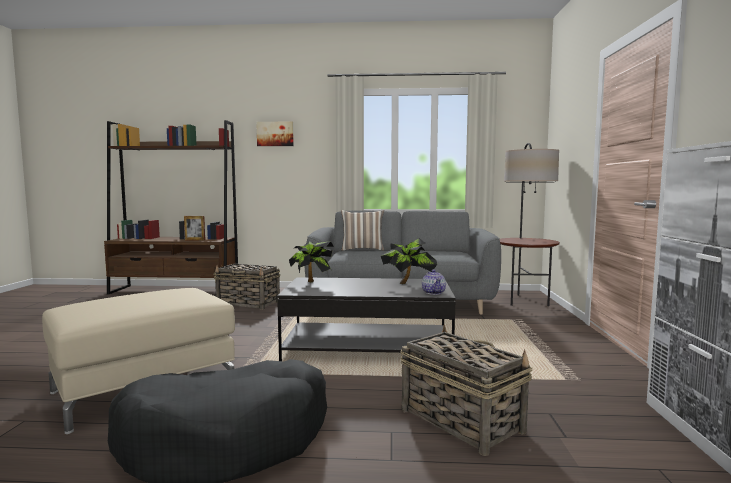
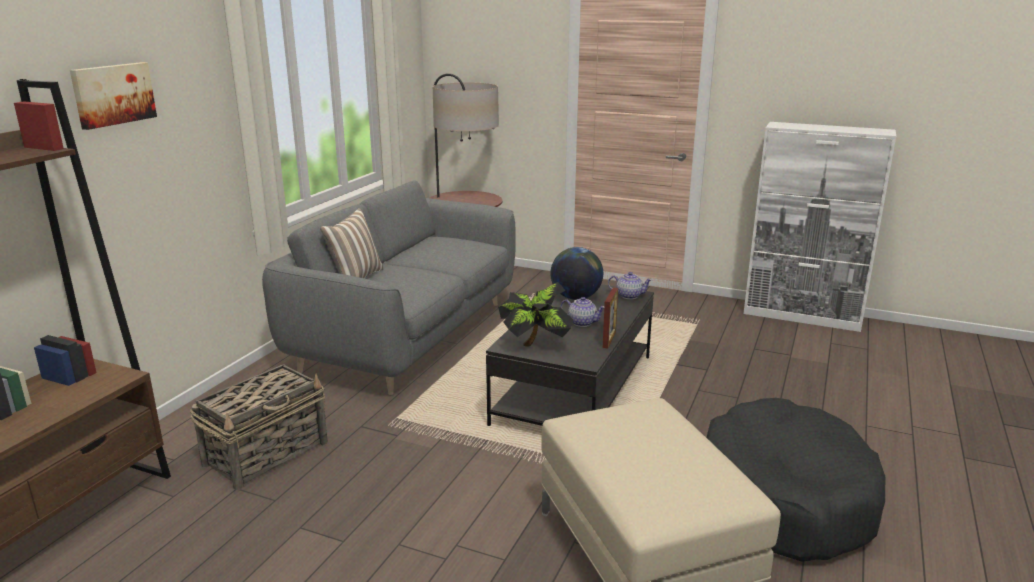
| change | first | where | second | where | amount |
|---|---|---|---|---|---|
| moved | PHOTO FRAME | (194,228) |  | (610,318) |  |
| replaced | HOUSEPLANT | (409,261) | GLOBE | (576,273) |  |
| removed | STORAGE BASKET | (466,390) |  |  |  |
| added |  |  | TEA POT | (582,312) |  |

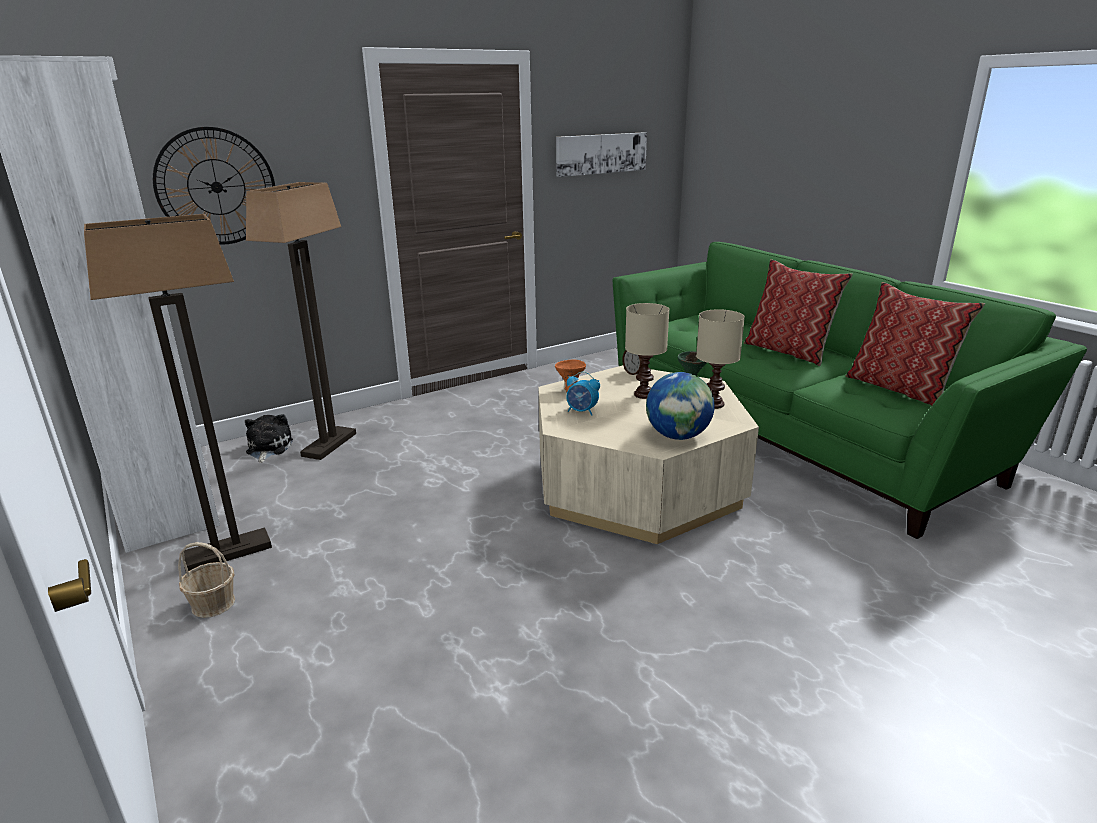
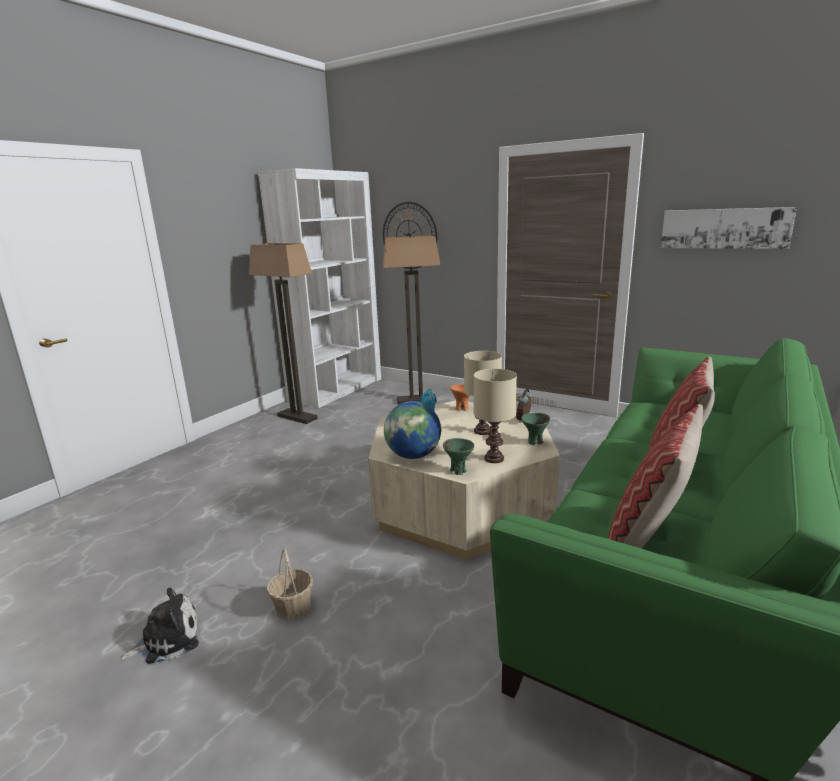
| change | first | where | second | where | amount |
|---|---|---|---|---|---|
| moved | PLUSH TOY | (269,438) |  | (159,626) |  |
| moved | STORAGE BASKET | (206,580) |  | (290,584) |  |
| added |  |  | GREENISH BOWL | (458,456) |  |

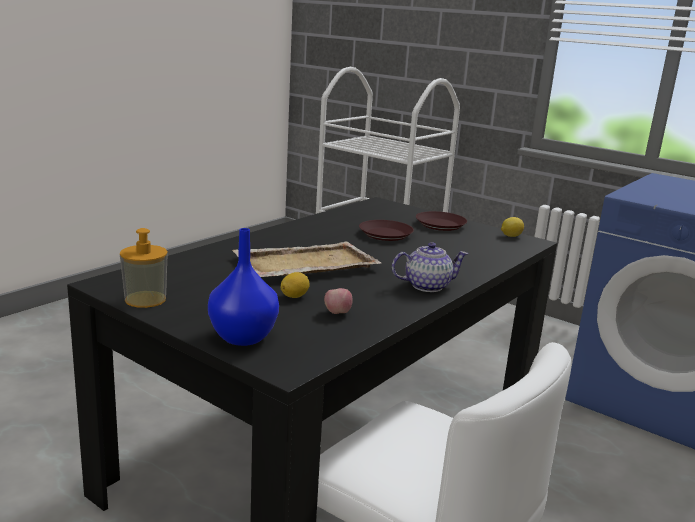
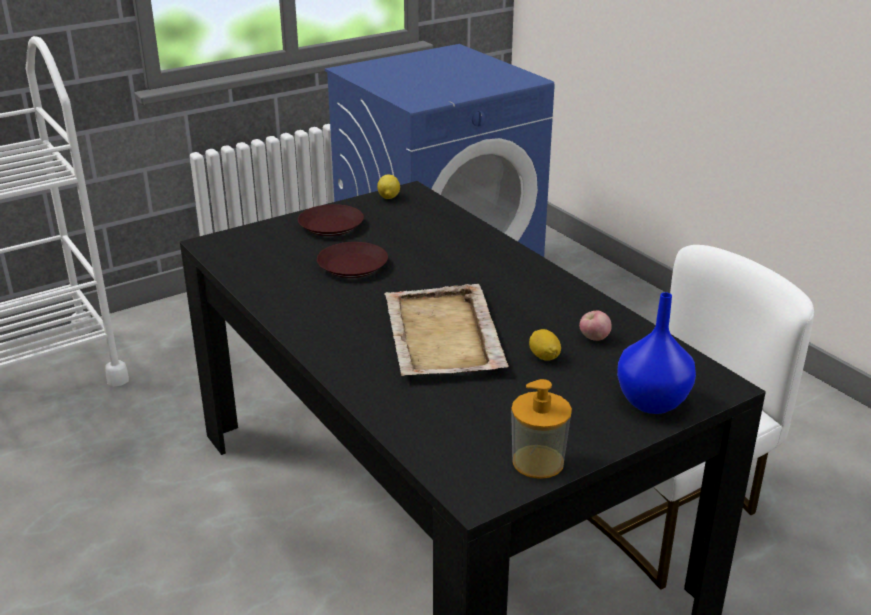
| change | first | where | second | where | amount |
|---|---|---|---|---|---|
| removed | TEA POT | (430,267) |  |  |  |

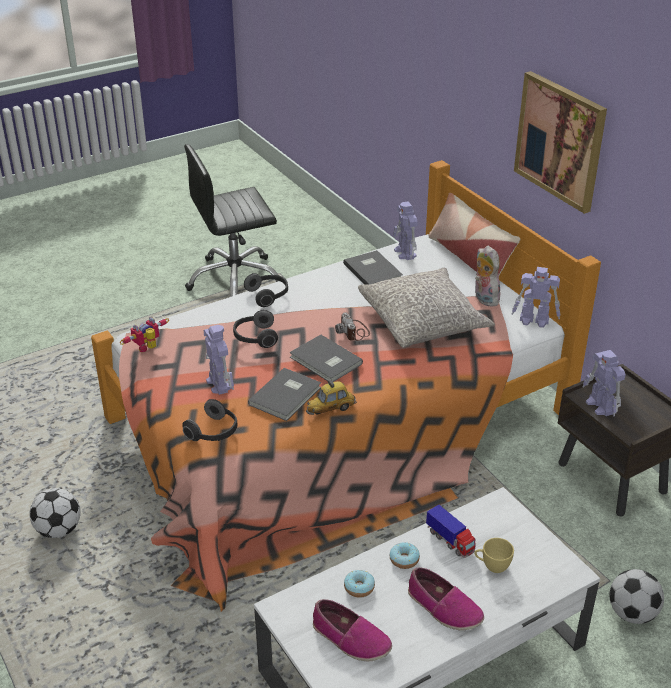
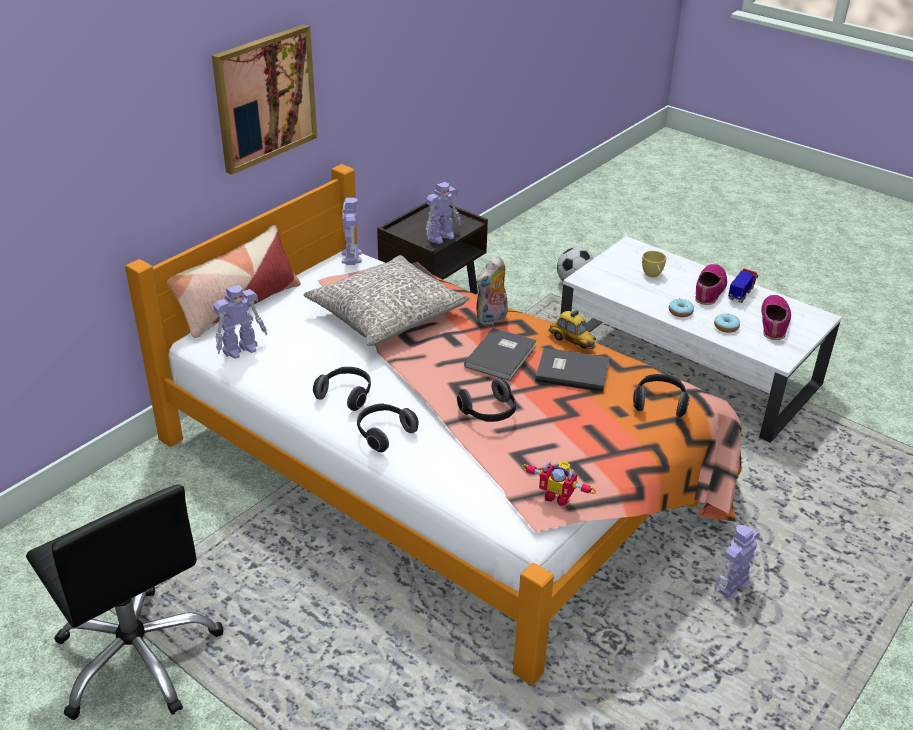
| change | first | where | second | where | amount |
|---|---|---|---|---|---|
| moved | PLUSH TOY | (487,276) |  | (492,291) |  |
| removed | GREY VOLUME | (373,267) |  |  |  |
| removed | PHOTO CAMERA | (352,326) |  |  |  |
| moved | ROBOT FIGURE | (219,360) |  | (737,562) |  |
| removed | FOOTBALL BALL | (55,513) |  |  |  |
| moved | TOY TRUCK | (451,531) |  | (743,286) |  |
| added |  |  | HEADPHONES | (342,389) |  |

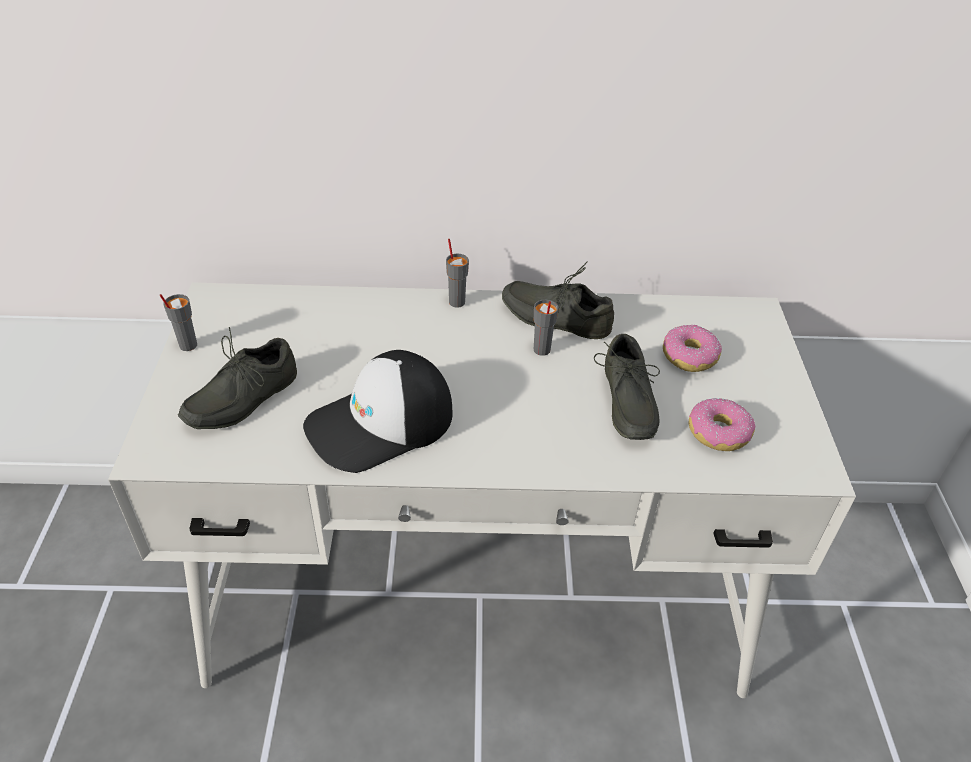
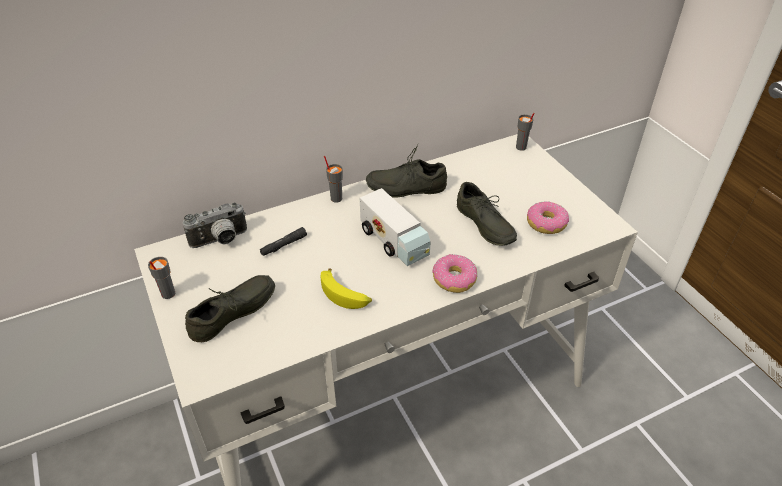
| change | first | where | second | where | amount |
|---|---|---|---|---|---|
| moved | GREY CUP | (546,328) |  | (525,132) |  |
| moved | RING DOUGHNUT | (692,348) |  | (455,273) |  |
| turned | GREY ITEM OF FOOTWEAR | (237,378) |  | (230,308) | 150 degrees counterclockwise |
| replaced | BASEBALL CAP | (378,411) | BANANA | (346,288) |  |
| added |  |  | TOY TRUCK | (395,227) |  |
| added |  |  | PHOTO CAMERA | (215,225) |  |
| added |  |  | BLACKISH HAND TORCH | (283,241) |  |

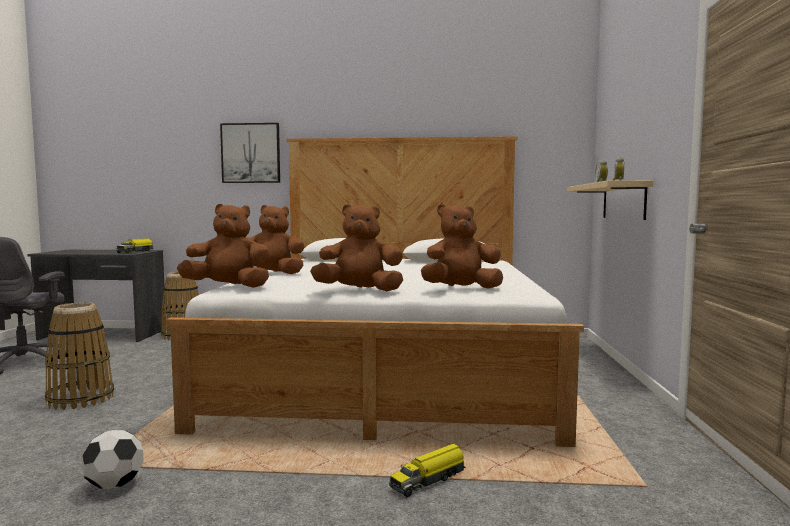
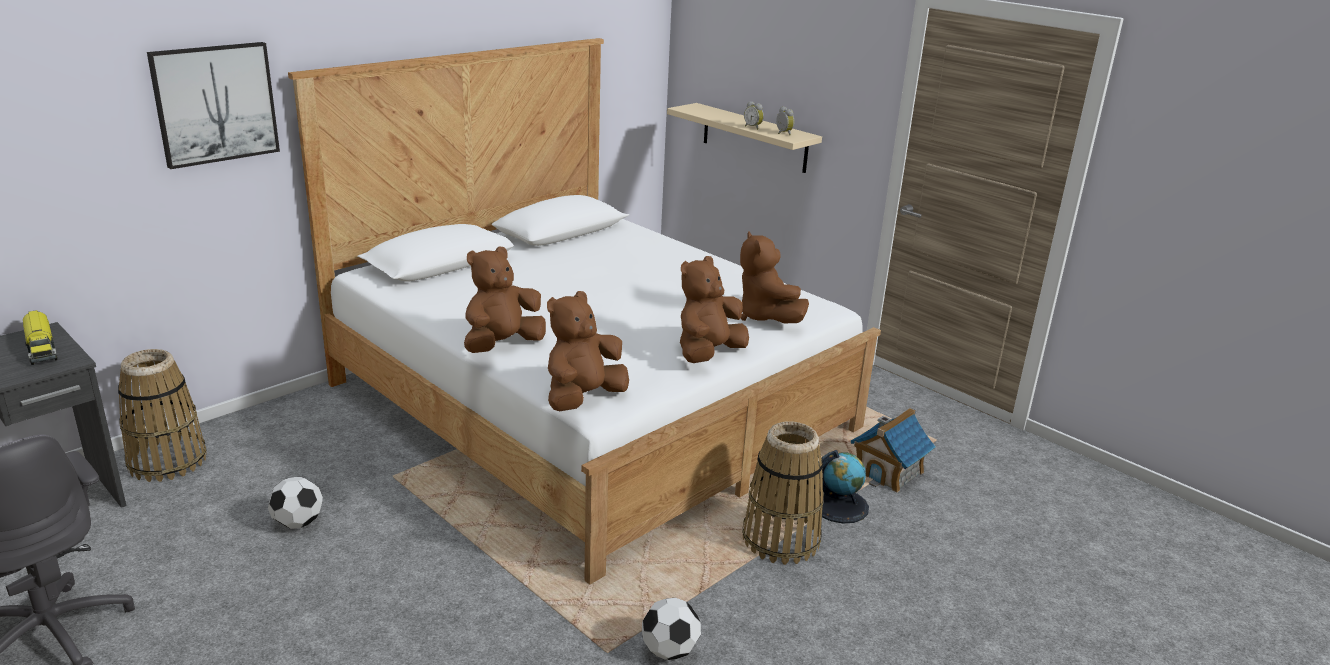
| change | first | where | second | where | amount |
|---|---|---|---|---|---|
| turned | BROWNISH PLUSH TOY | (462,246) |  | (774,277) | 45 degrees counterclockwise |
| moved | STORAGE BASKET | (79,356) |  | (783,493) |  |
| replaced | TOY TRUCK | (427,470) | GLOBE | (843,486) |  |
| added |  |  | MODEL HOUSE | (893,450) |  |
| added |  |  | FOOTBALL BALL | (295,503) |  |

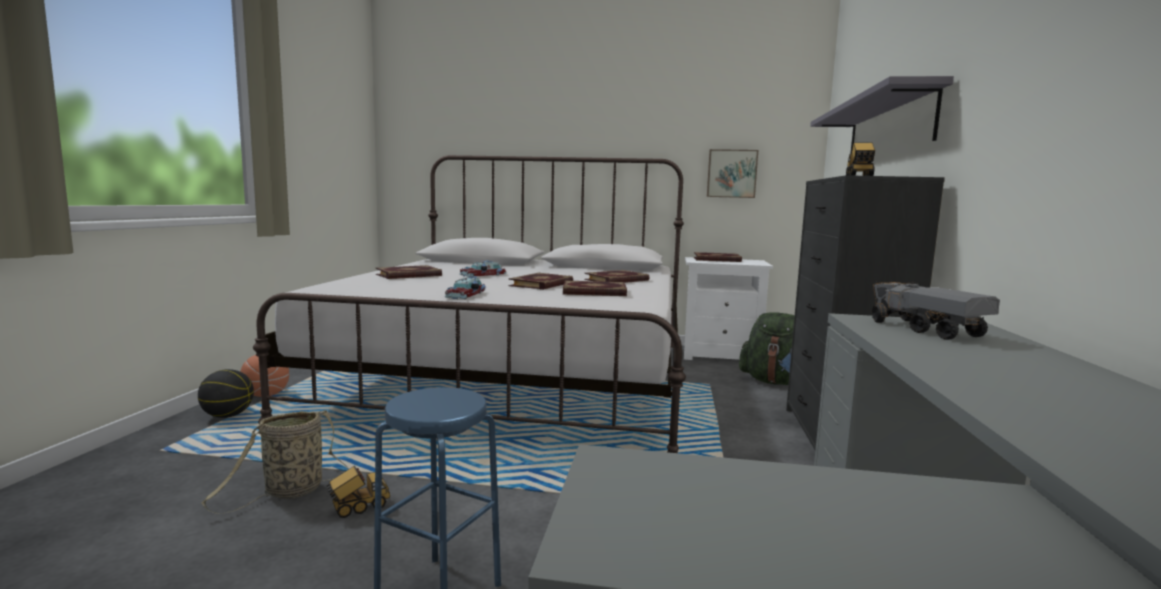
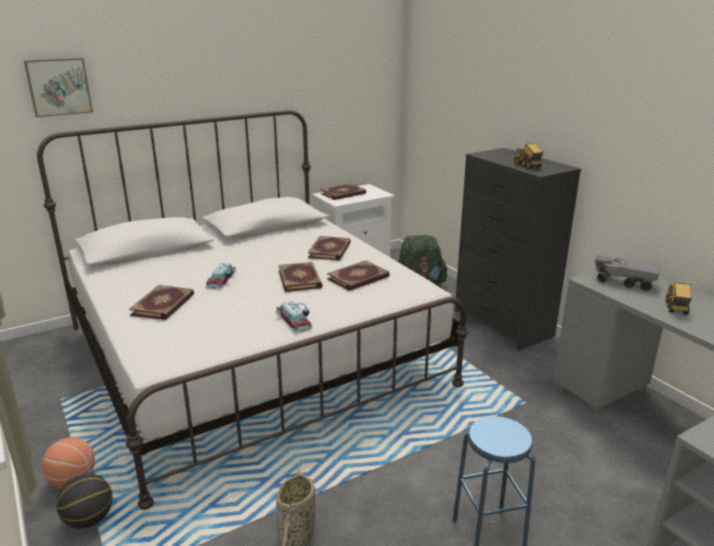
| change | first | where | second | where | amount |
|---|---|---|---|---|---|
| removed | GREY BRACKET SHELF | (882,114) |  |  |  |
| moved | WALL PICTURE | (732,173) |  | (58,87) |  |
| moved | TOY TRUCK | (358,492) |  | (679,298) |  |

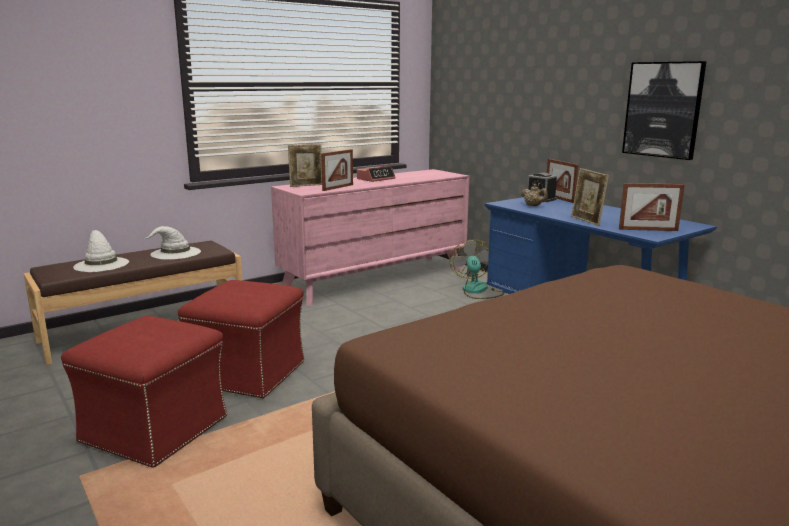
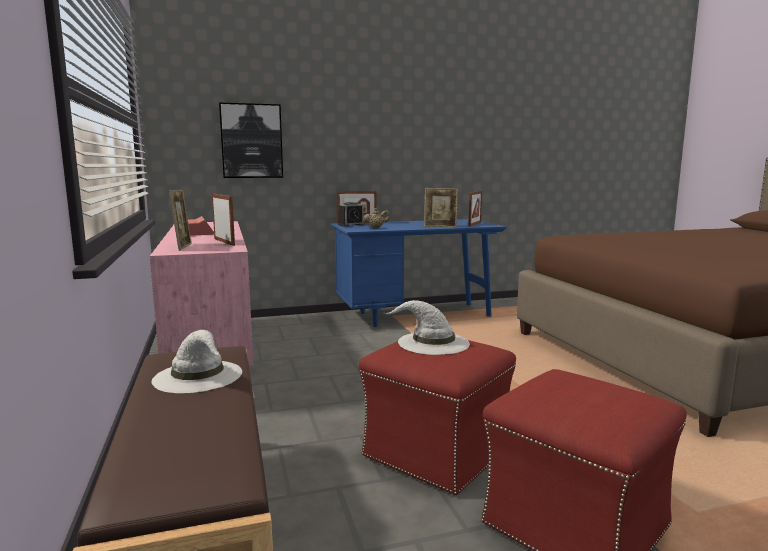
| change | first | where | second | where | amount |
|---|---|---|---|---|---|
| moved | WALL PICTURE | (664,110) |  | (251,140) |  |
| moved | WHITE HAT | (101,251) |  | (427,327) |  |
| removed | ELECTRIC FAN | (477,269) |  |  |  |

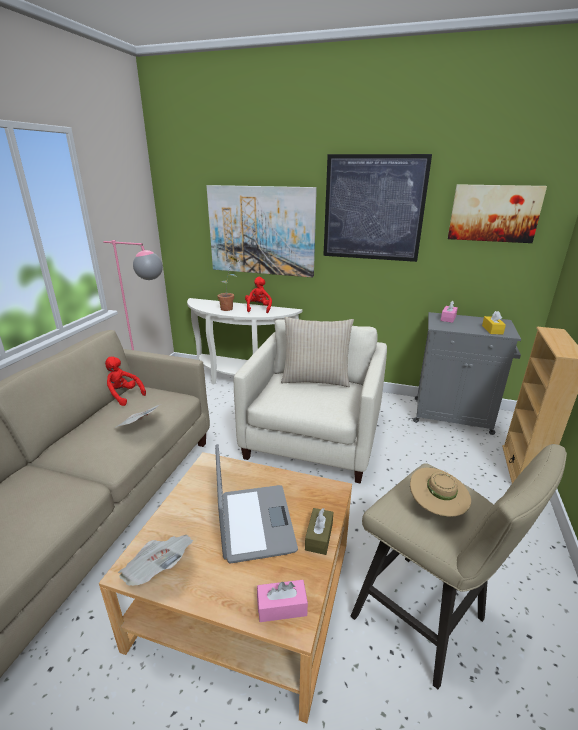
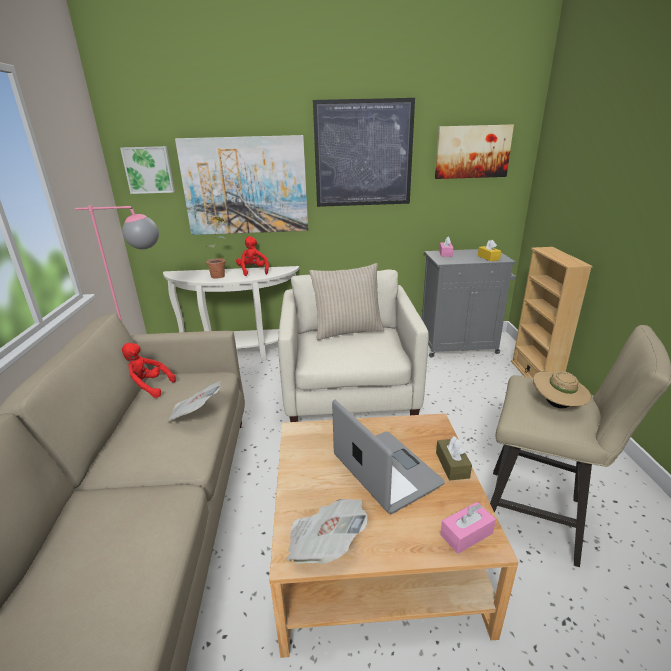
| change | first | where | second | where | amount |
|---|---|---|---|---|---|
| added |  |  | WALL PICTURE | (147,170) |  |

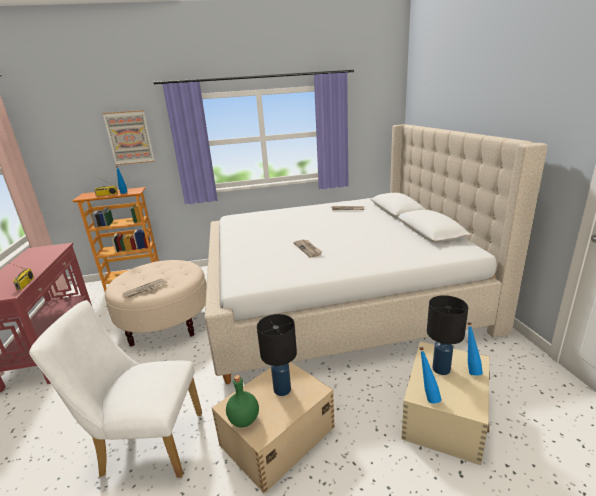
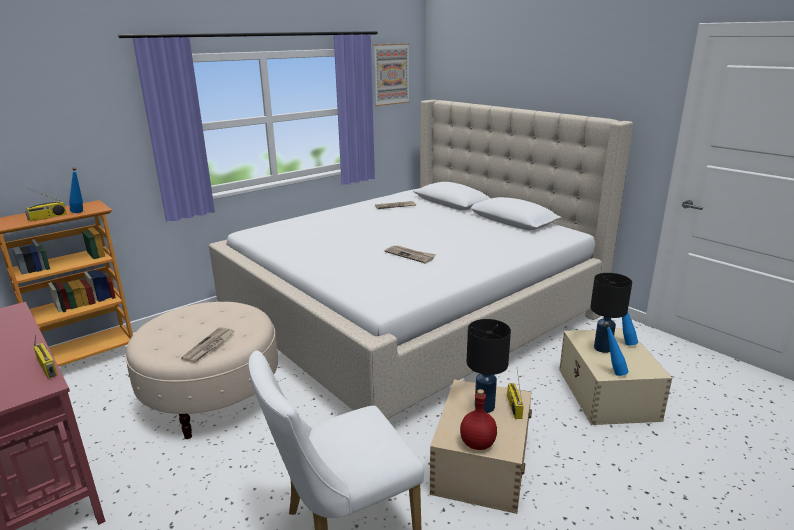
| change | first | where | second | where | amount |
|---|---|---|---|---|---|
| moved | WALL PICTURE | (128,137) |  | (392,74) |  |
| recoloured | GREENISH BEVERAGE BOTTLE | (242,401) | RED BEVERAGE BOTTLE | (478,419) |  |
| added |  |  | RADIO SET | (515,394) |  |

